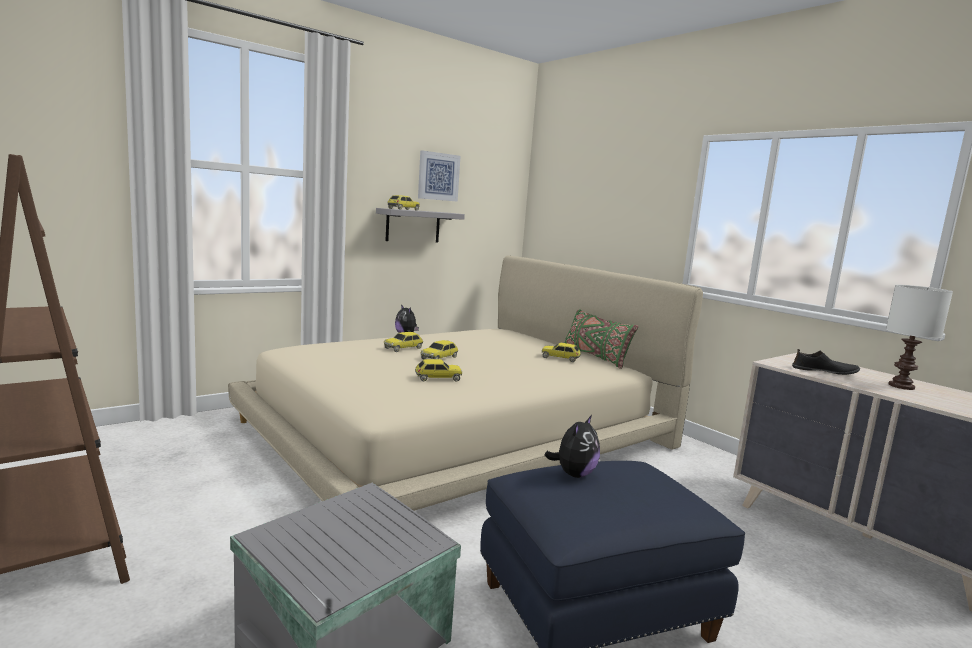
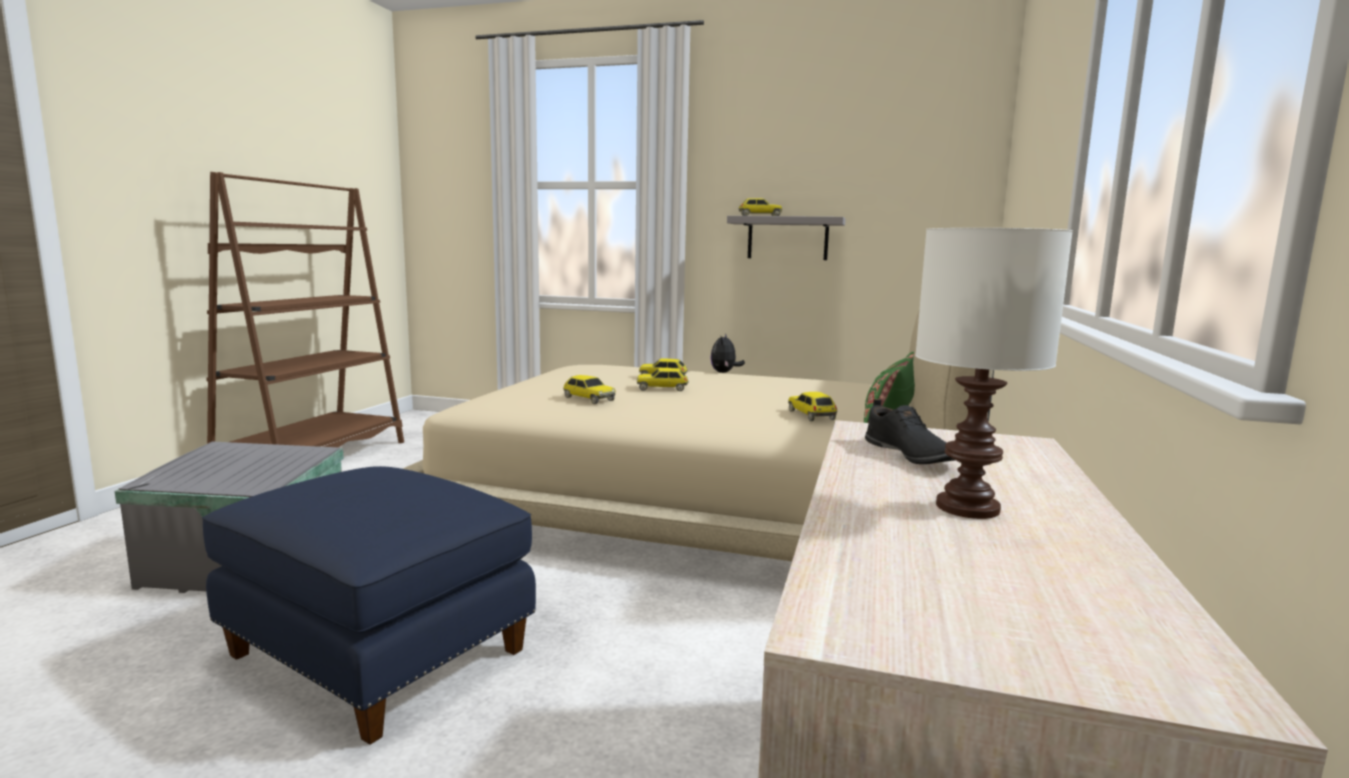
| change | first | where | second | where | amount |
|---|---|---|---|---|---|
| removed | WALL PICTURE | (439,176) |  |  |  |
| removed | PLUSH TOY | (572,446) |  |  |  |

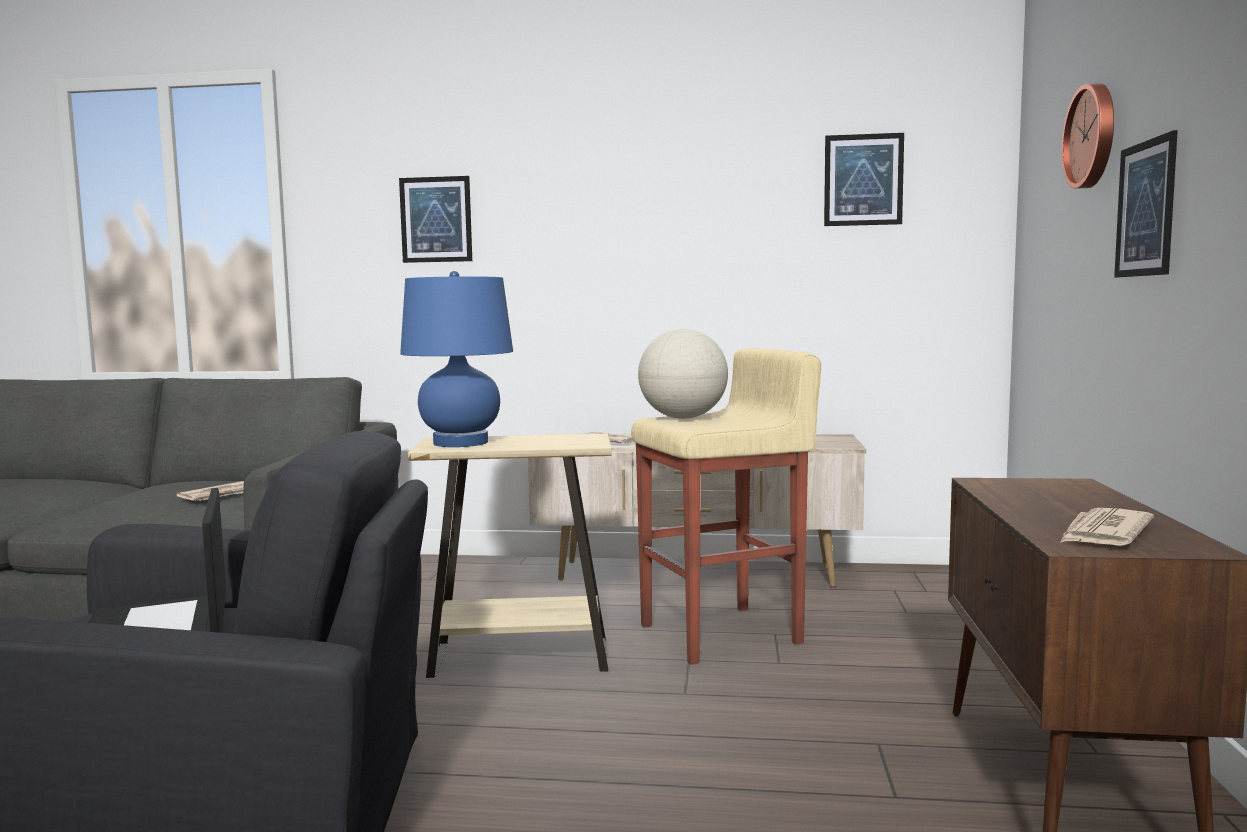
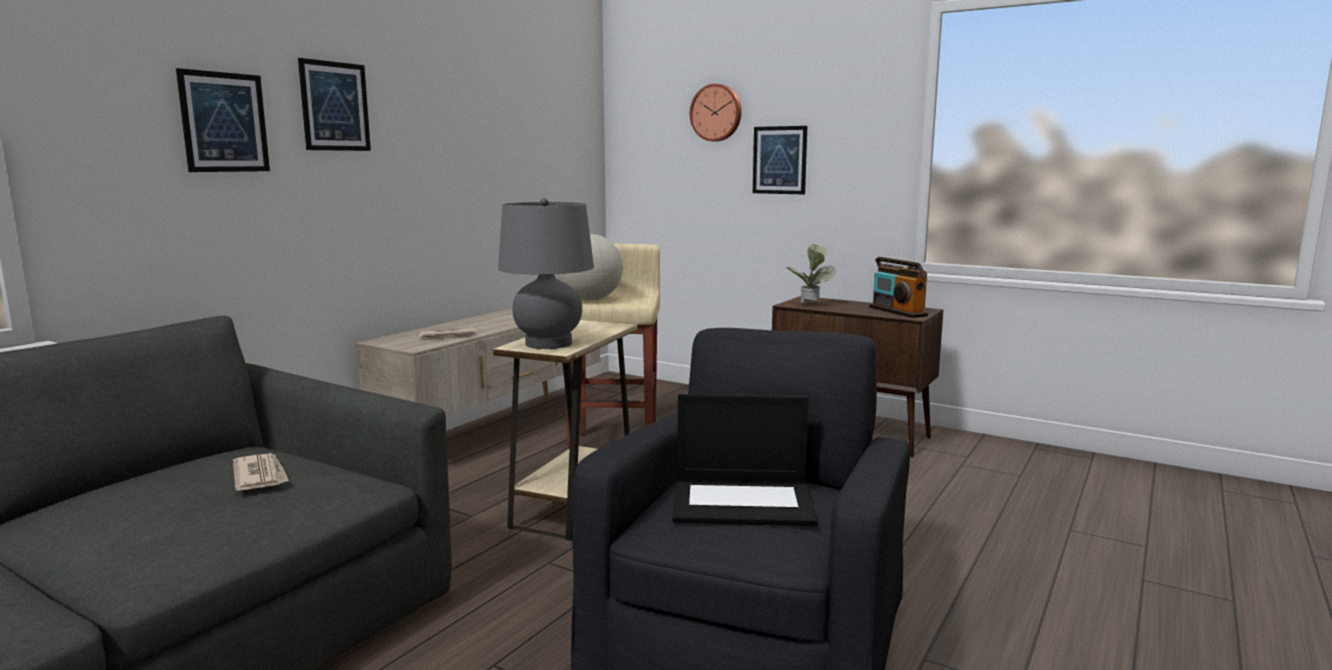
| change | first | where | second | where | amount |
|---|---|---|---|---|---|
| moved | WALL PICTURE | (864,179) |  | (334,104) |  |
| recoloured | BLUE-COLOURED TABLE LAMP | (456,359) | GREY TABLE LAMP | (546,273) |  |
| replaced | NEWSPAPER | (1107,527) | RADIO SET | (898,287) |  |
| added |  |  | HOUSEPLANT | (811,273) |  |

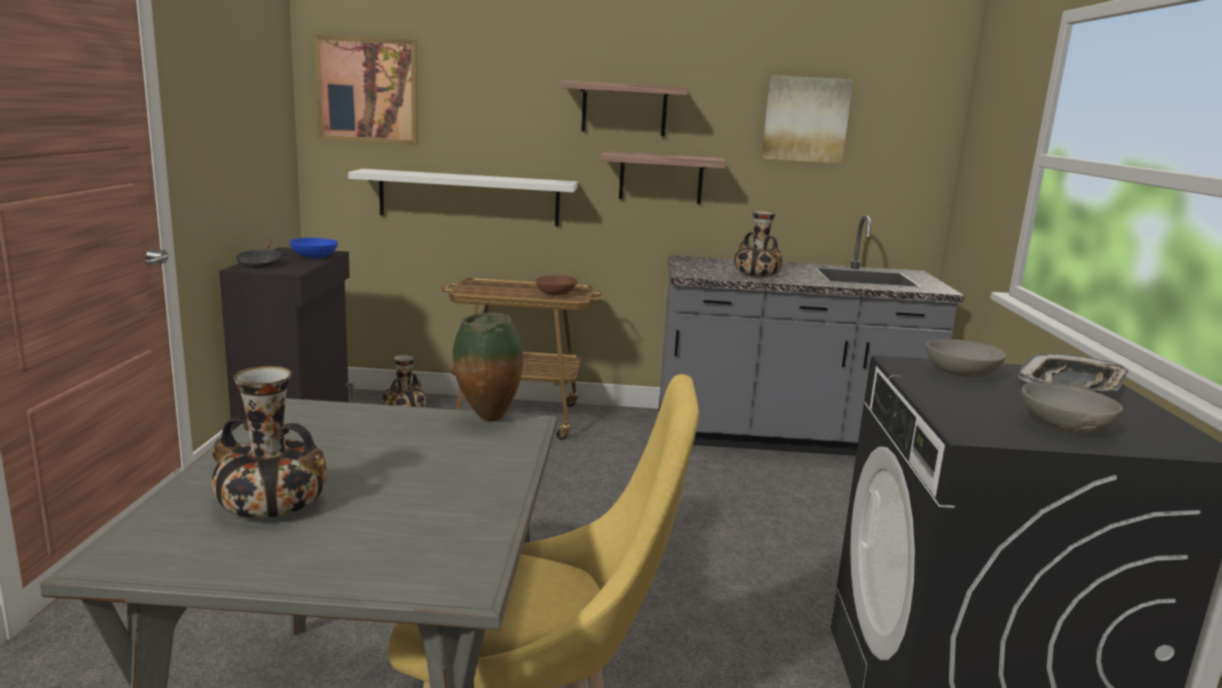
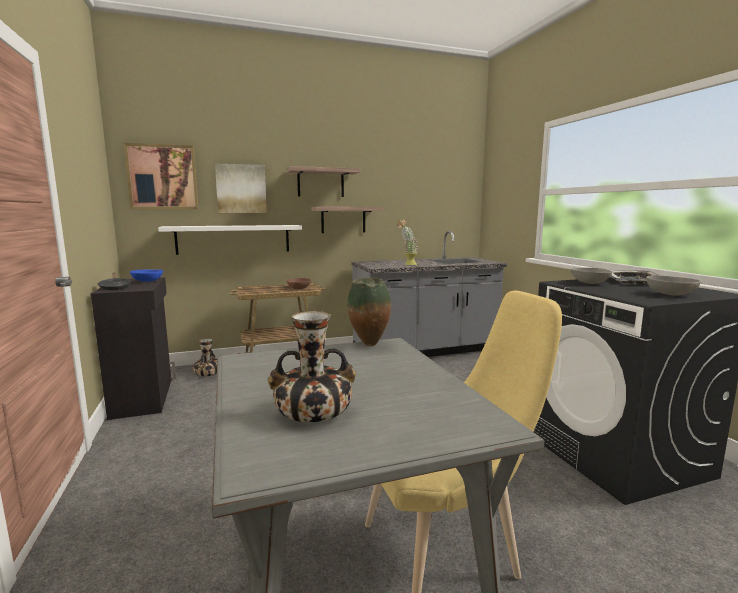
| change | first | where | second | where | amount |
|---|---|---|---|---|---|
| moved | WALL PICTURE | (807,119) |  | (241,188) |  |
| replaced | DECORATIVE VASE | (758,244) | HOUSEPLANT | (407,242) |  |

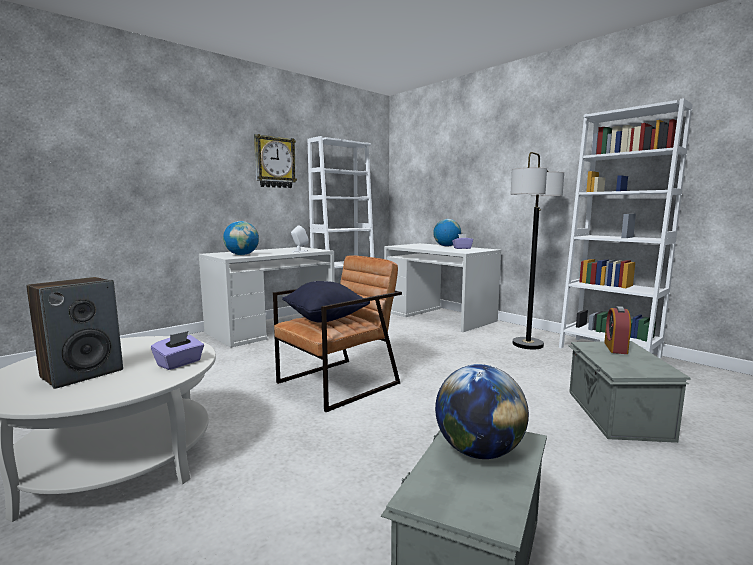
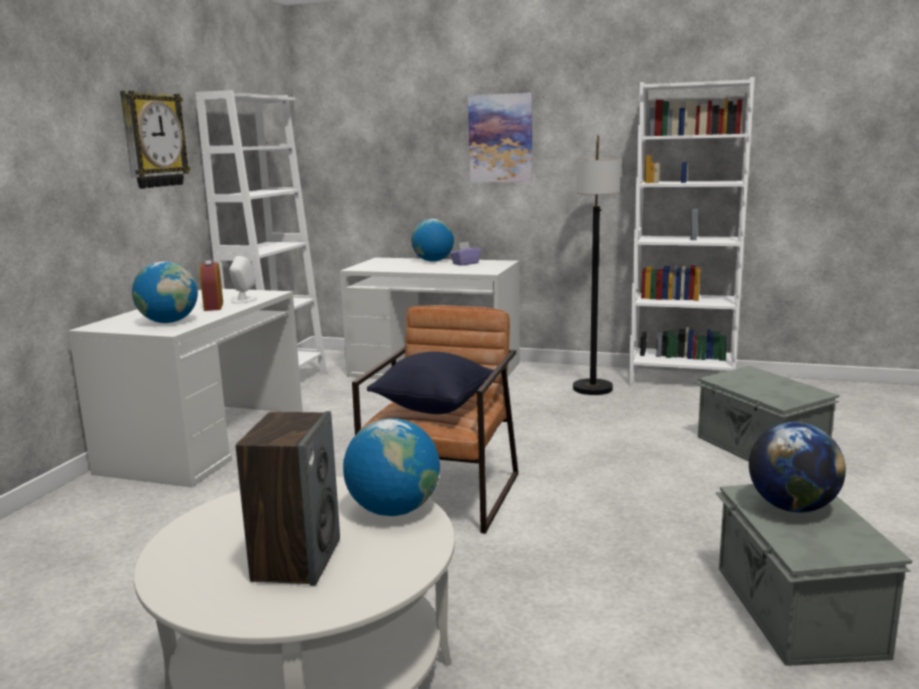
| change | first | where | second | where | amount |
|---|---|---|---|---|---|
| moved | BEDSIDE CLOCK | (617,330) |  | (211,285) |  |
| replaced | PURPLISH BOX OF TISSUES | (177,350) | GLOBE | (391,467) |  |
| added |  |  | WALL PICTURE | (500,137) |  |

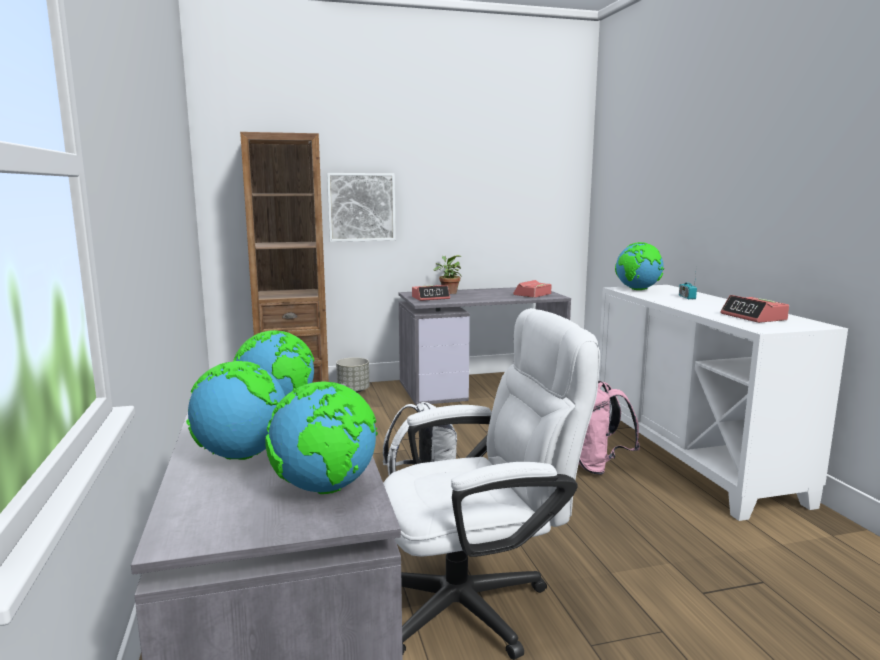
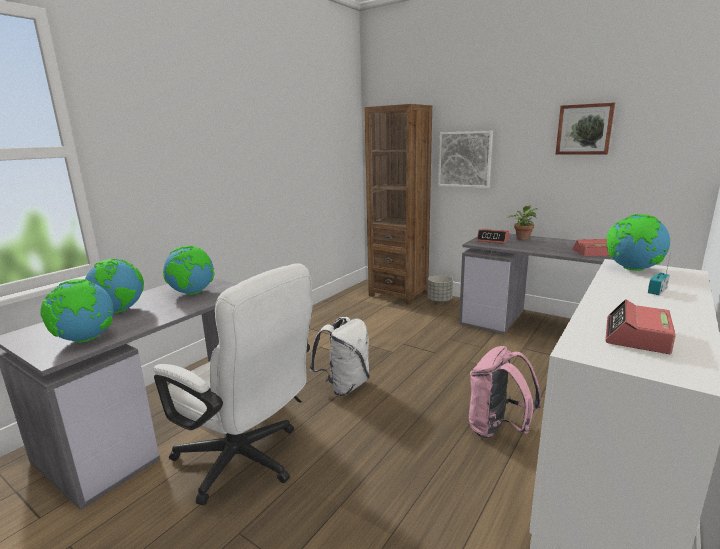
| change | first | where | second | where | amount |
|---|---|---|---|---|---|
| added |  |  | WALL PICTURE | (585,128) |  |

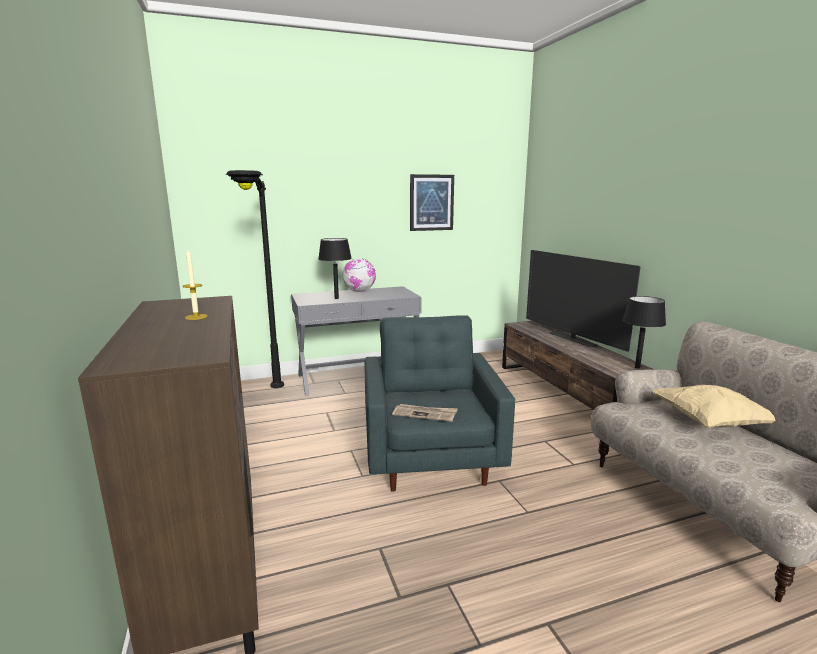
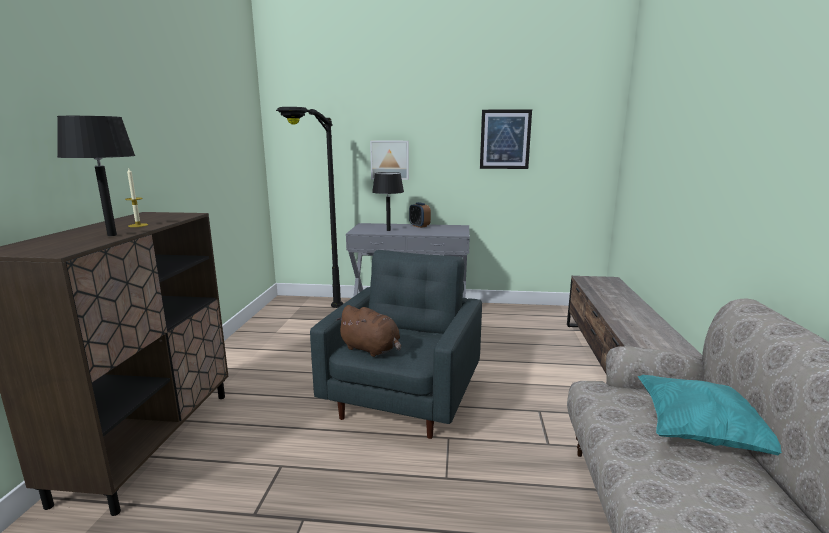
| change | first | where | second | where | amount |
|---|---|---|---|---|---|
| removed | TV SET | (583,301) |  |  |  |
| replaced | GLOBE | (359,275) | BEDSIDE CLOCK | (420,215) |  |
| moved | BLACKISH TABLE LAMP | (644,332) |  | (96,176) |  |
| recoloured | BEIGE THROW PILLOW | (714,406) | TURQUOISE-COLOURED THROW PILLOW | (709,415) |  |
| replaced | NEWSPAPER | (424,413) | BROWNISH PLUSH TOY | (368,331) |  |
| added |  |  | WALL PICTURE | (389,160) |  |

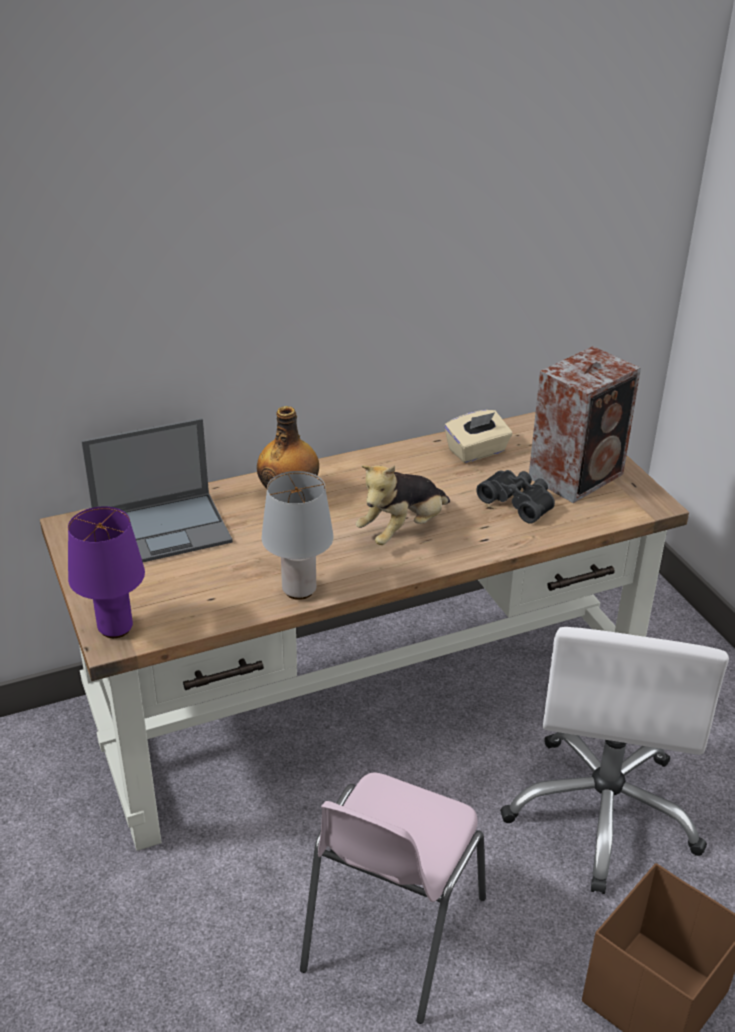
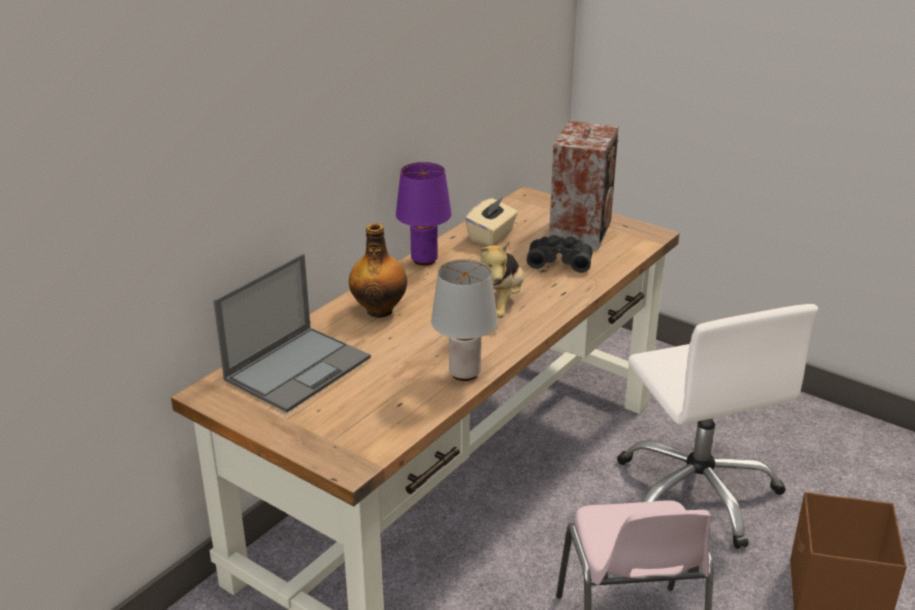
| change | first | where | second | where | amount |
|---|---|---|---|---|---|
| moved | PURPLISH TABLE LAMP | (106,572) |  | (423,214) |  |

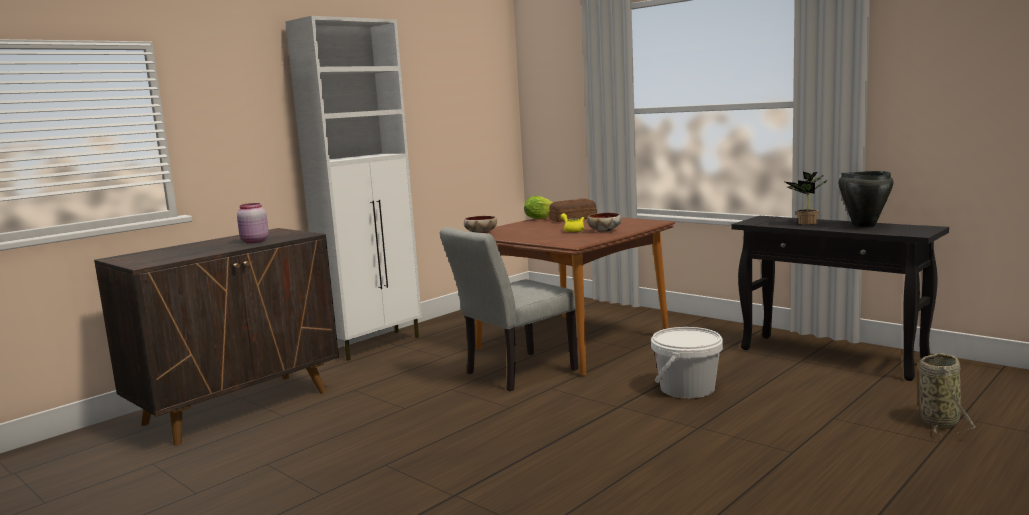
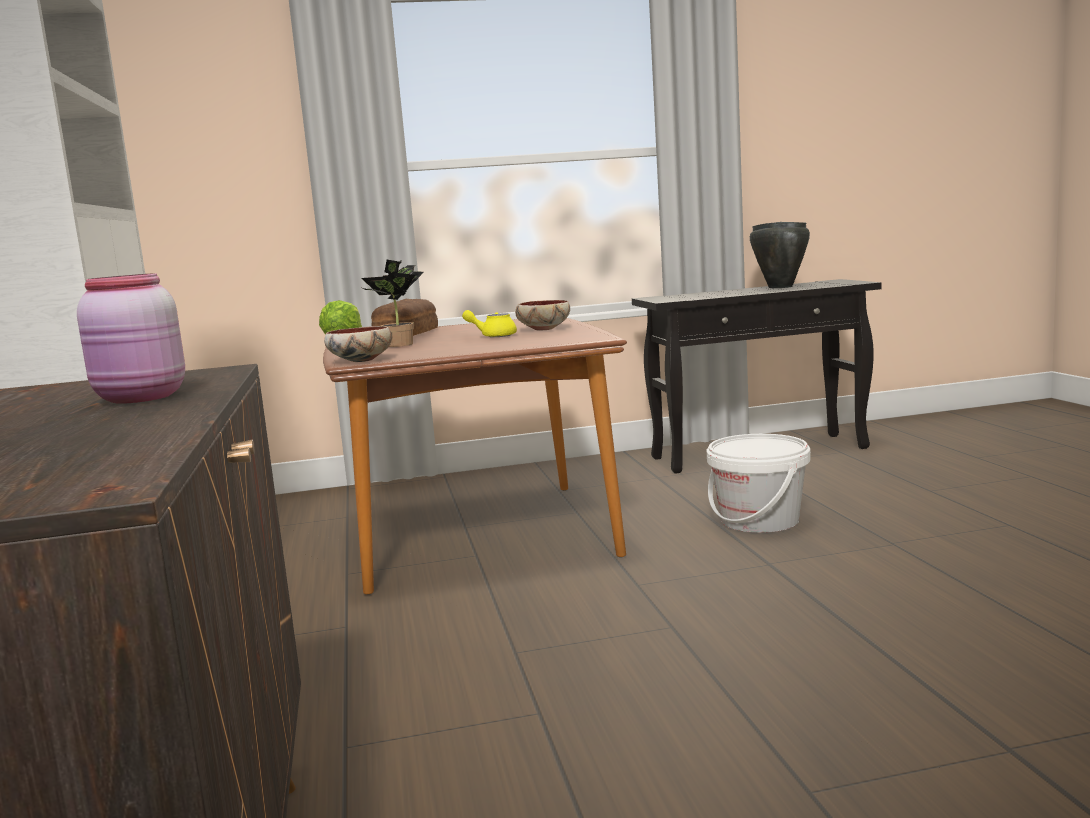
| change | first | where | second | where | amount |
|---|---|---|---|---|---|
| moved | HOUSEPLANT | (806,198) |  | (392,303) |  |
| removed | GREY PLAIN CHAIR | (509,309) |  |  |  |
| removed | STORAGE BASKET | (947,394) |  |  |  |

